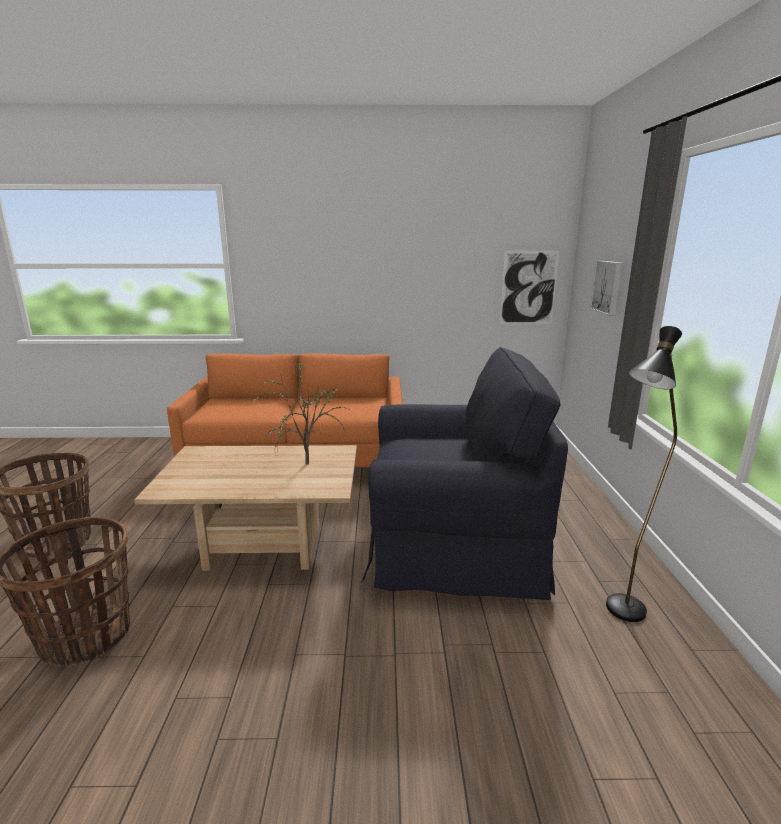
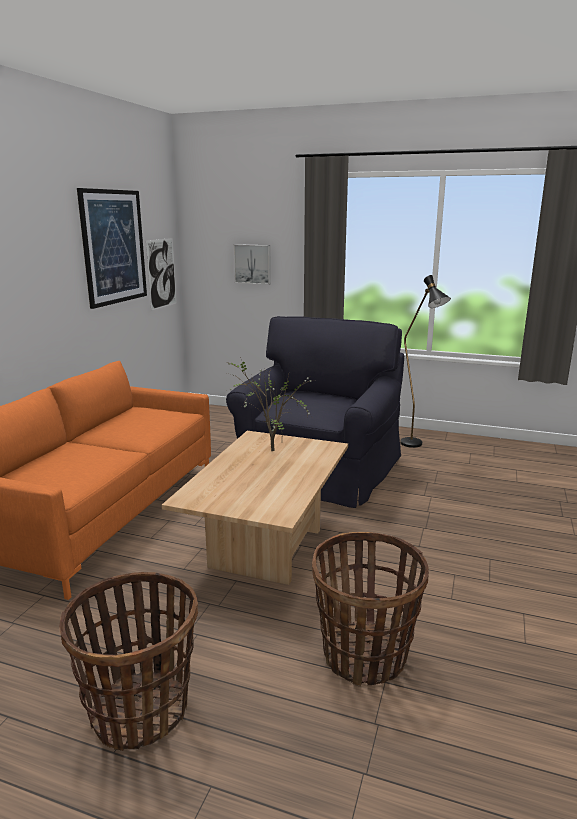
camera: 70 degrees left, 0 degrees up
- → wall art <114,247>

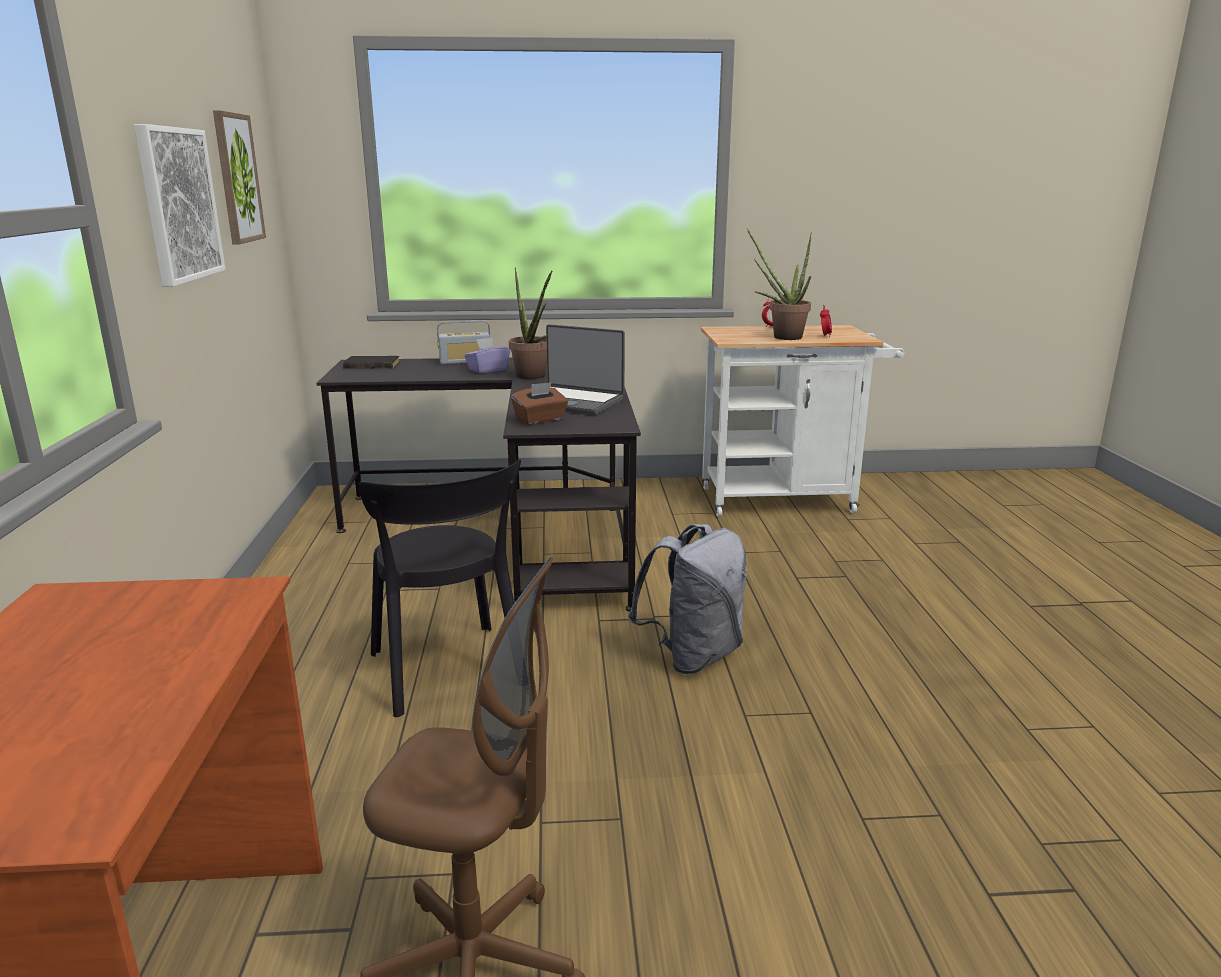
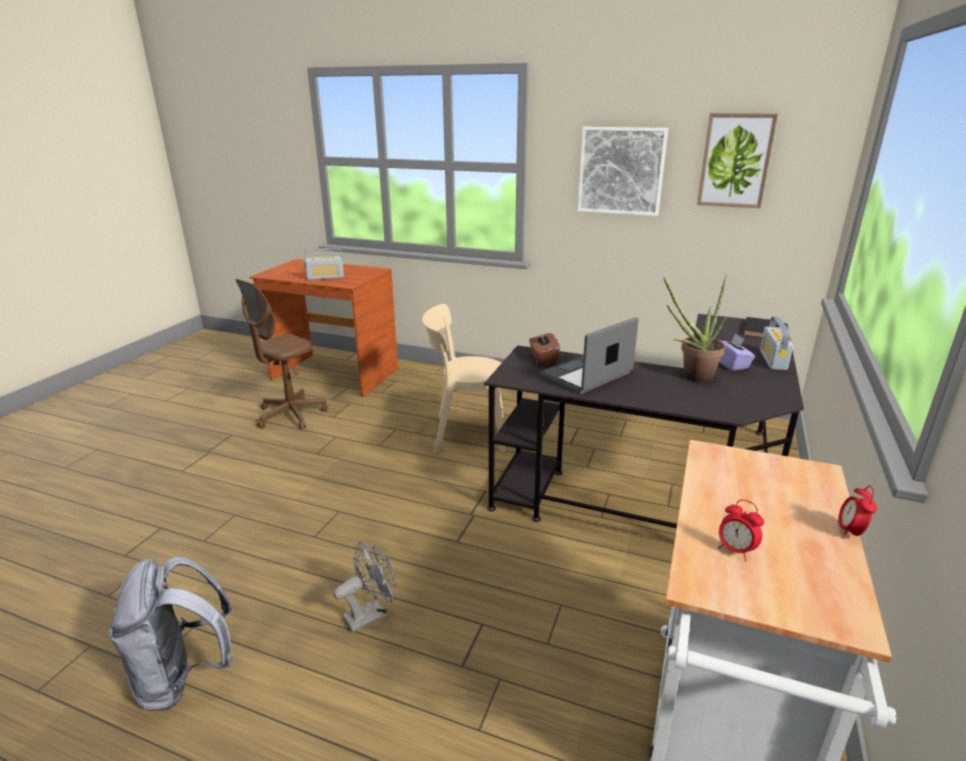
camera: 115 degrees right, 5 degrees up
potted plant <781,337> → -
- → radio set <325,277>
- → cooling fan (greyish) <371,614>
backpack (greyish) <693,656> → backpack (greyish) <185,677>, moved
plain chair (black) <448,673> → plain chair (sand-coloured) <465,433>

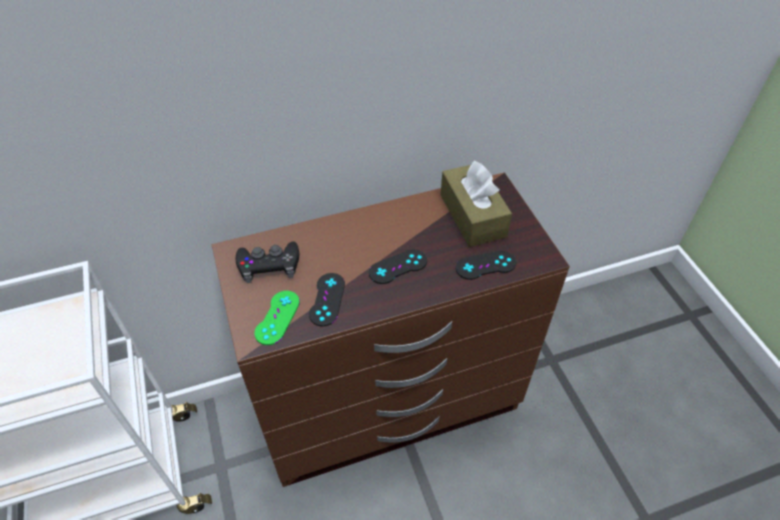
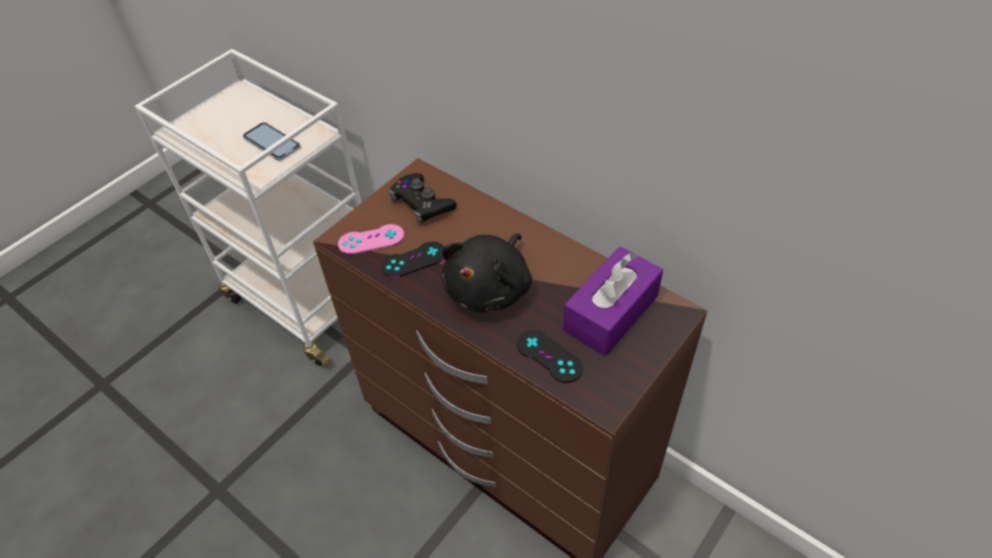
camera: 60 degrees right, 0 degrees up
- → handset <272,142>
gamepad (black) <398,267> → soft toy (black) <490,288>
gamepad (green-coloured) <277,317> → gamepad (pinkish) <371,239>
box of tissues (brown) <472,215> → box of tissues (purplish) <611,313>

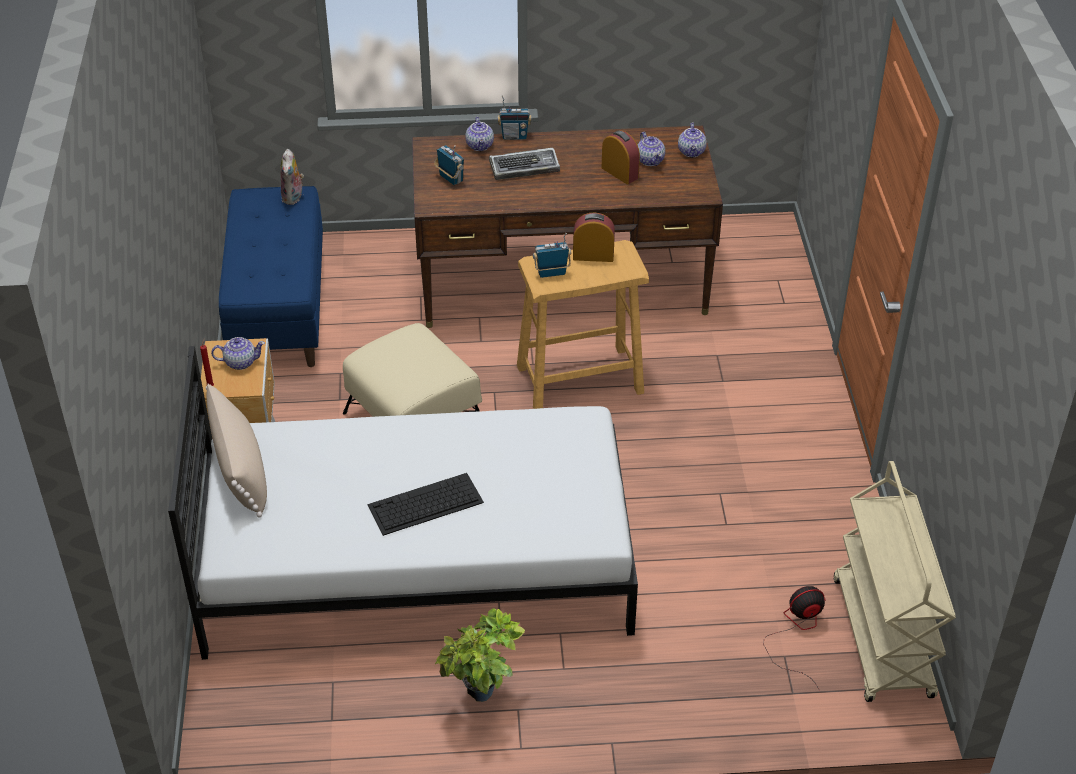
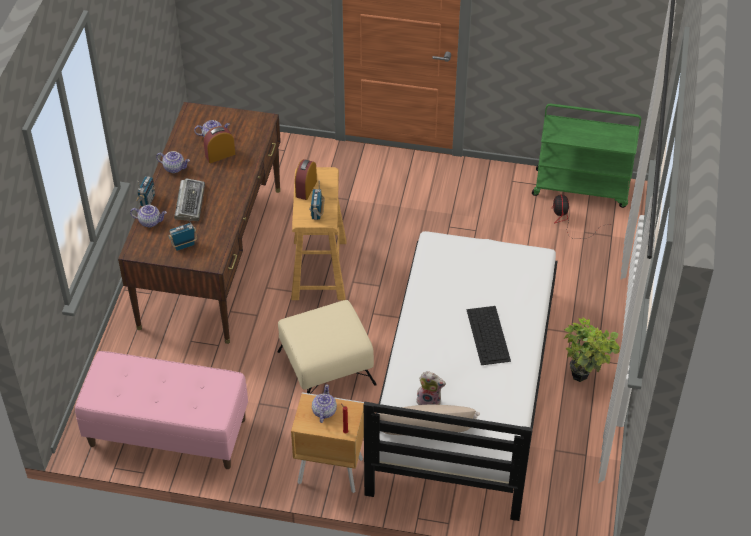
camera: 75 degrees left, 5 degrees up
soft toy <294,197> → soft toy <429,401>, moved
teapot <692,152> → teapot <174,168>, moved
indoor bench (blue-coloured) <278,309> → indoor bench (pinkish) <166,432>
trolley (sand-coloured) <883,639> → trolley (green-coloured) <582,188>

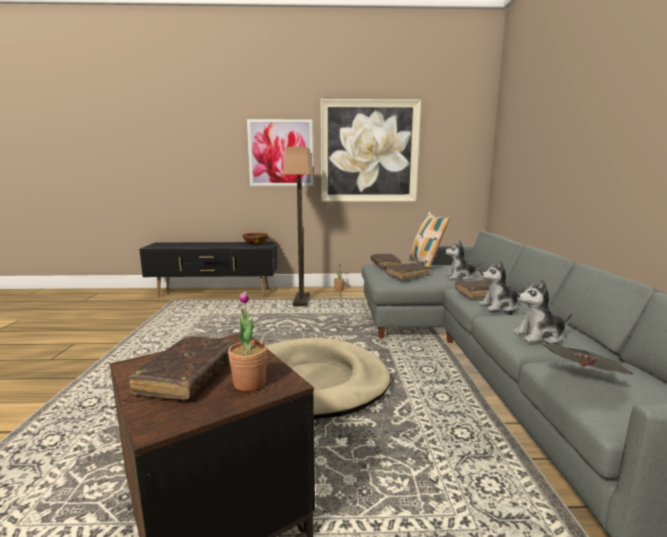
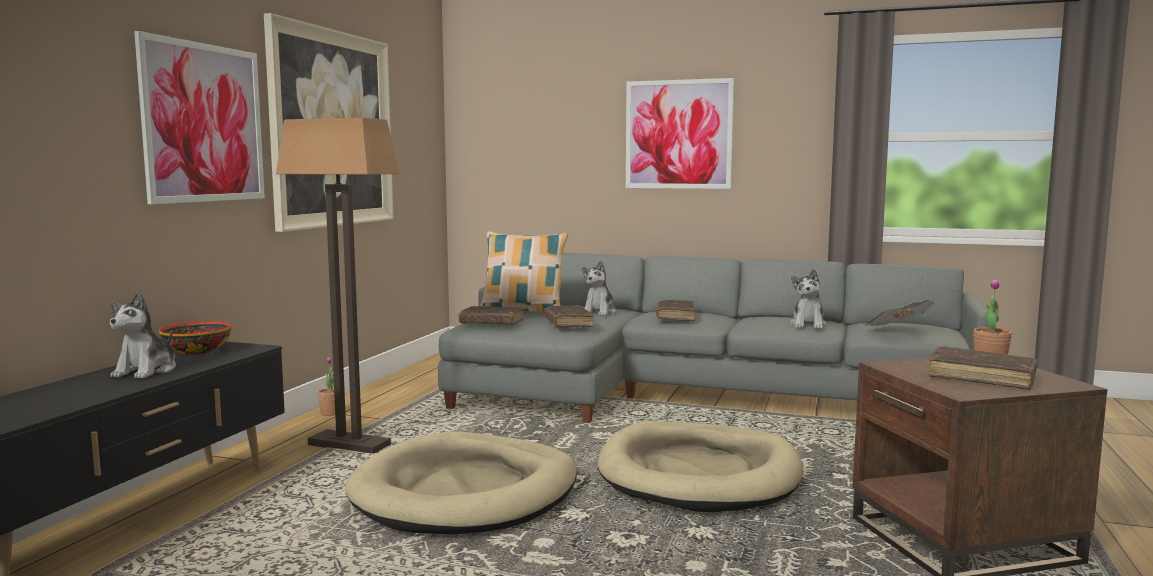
camera: 70 degrees left, 5 degrees down
- → dog bed (sand-coloured) <466,492>
- → wall art <678,134>
soft toy <499,306> → soft toy <147,371>, moved

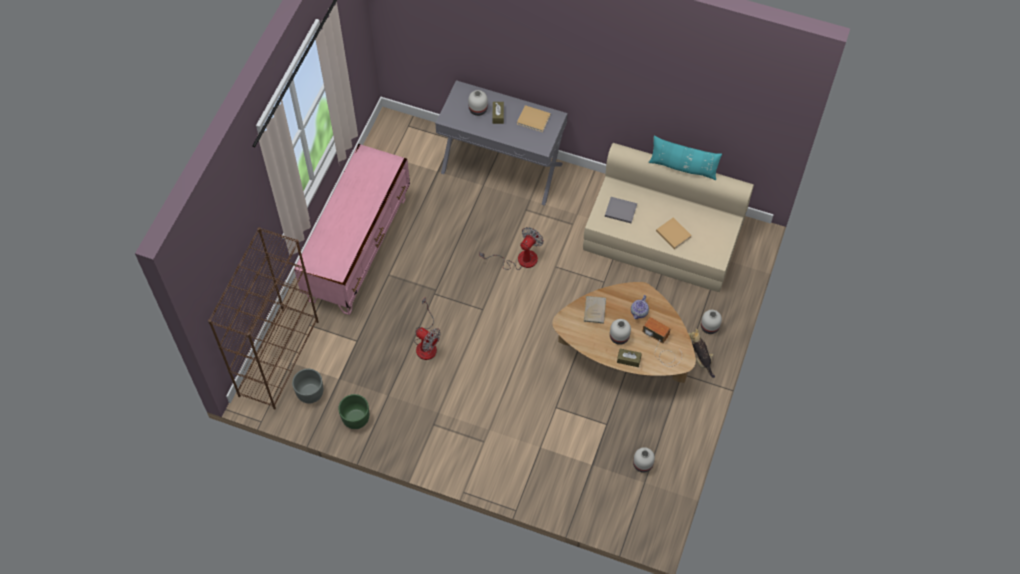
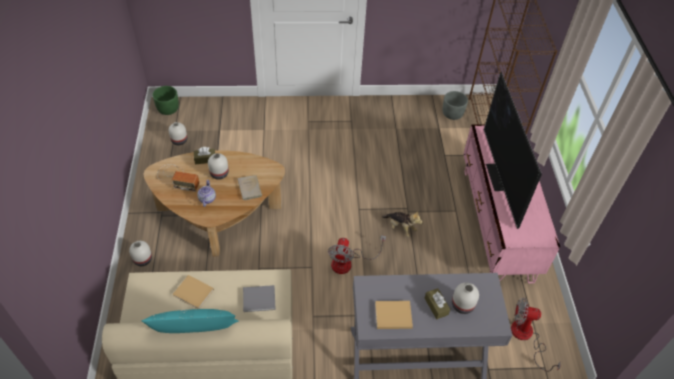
camera: 155 degrees right, 10 degrees down
- → television <500,177>
plant pot (green-coloured) <356,418> → plant pot (green-coloured) <168,109>, moved
cooling fan <426,343> → cooling fan <526,337>, moved
soft toy <700,359> → soft toy <400,228>, moved

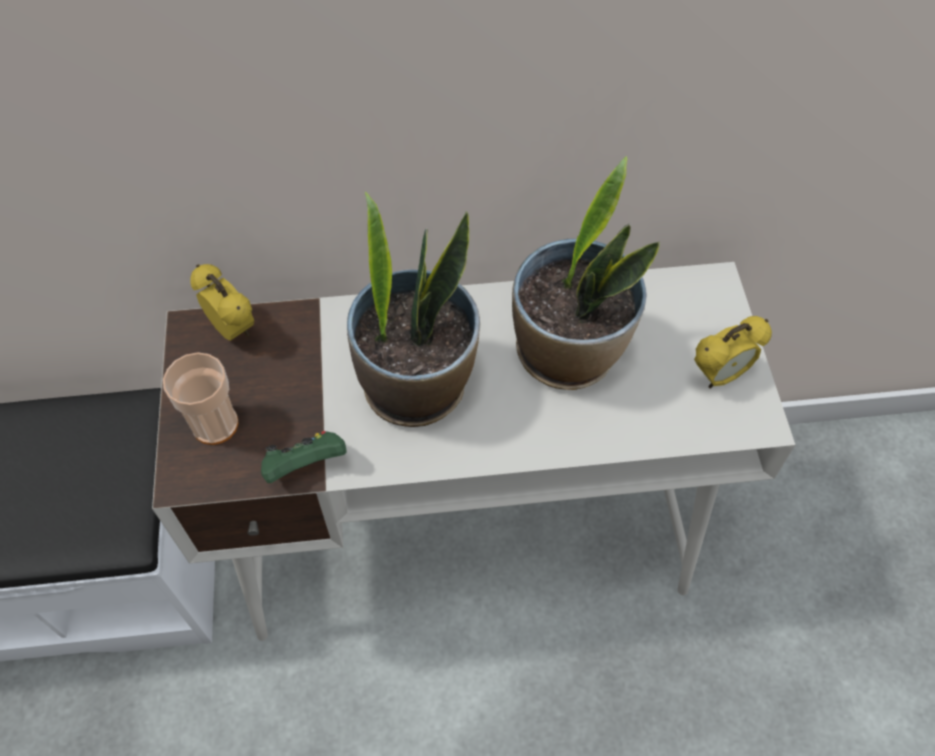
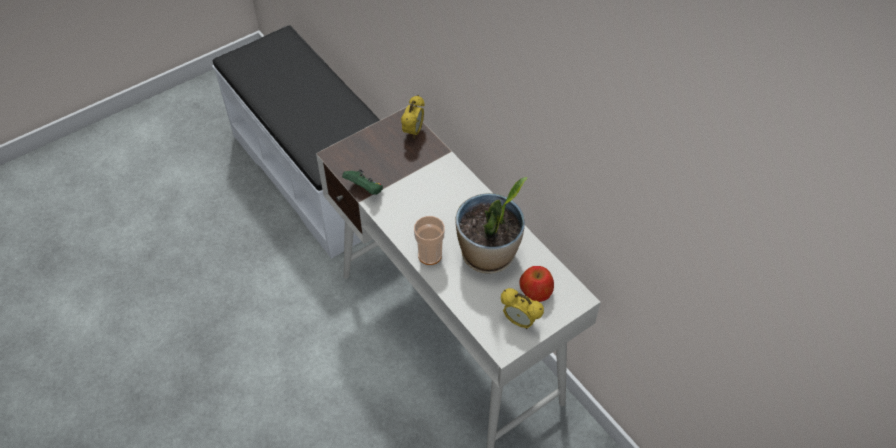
camera: 60 degrees right, 5 degrees down
potted plant <416,385> → -
- → apple <536,291>
drinking cup <215,424> → drinking cup <430,255>, moved

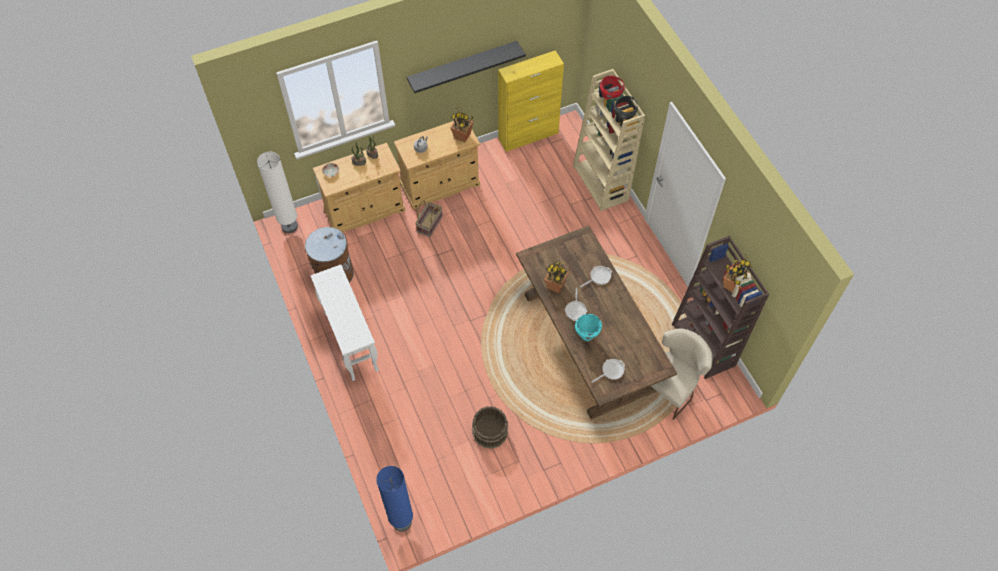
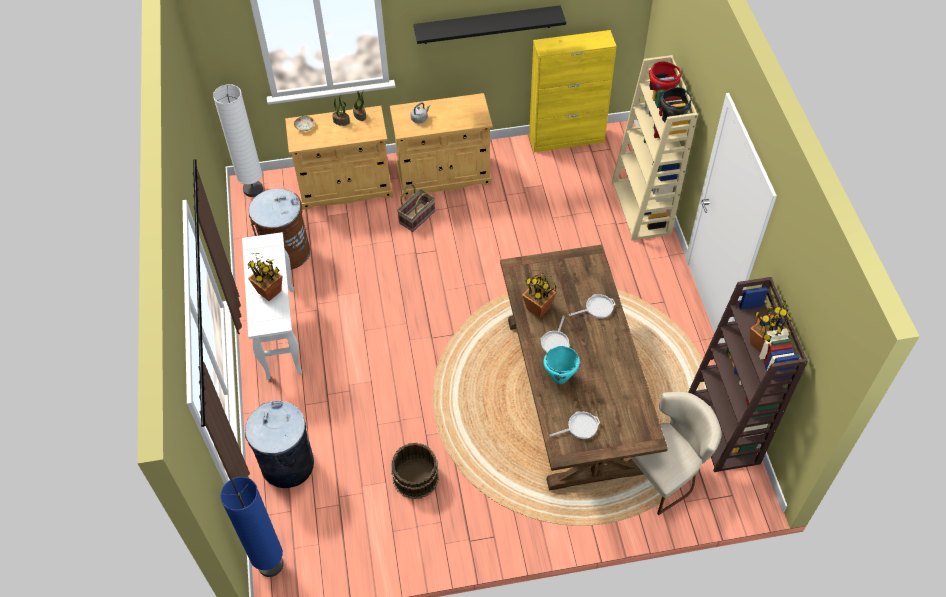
camera: 15 degrees right, 5 degrees down
- → trash can (greyish) <287,464>
potted plant <462,136> → potted plant <269,291>, moved

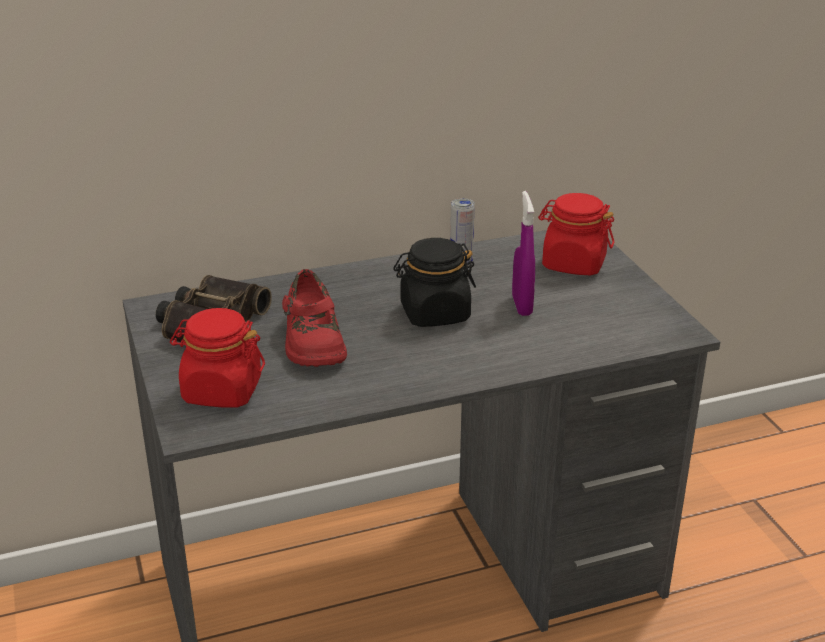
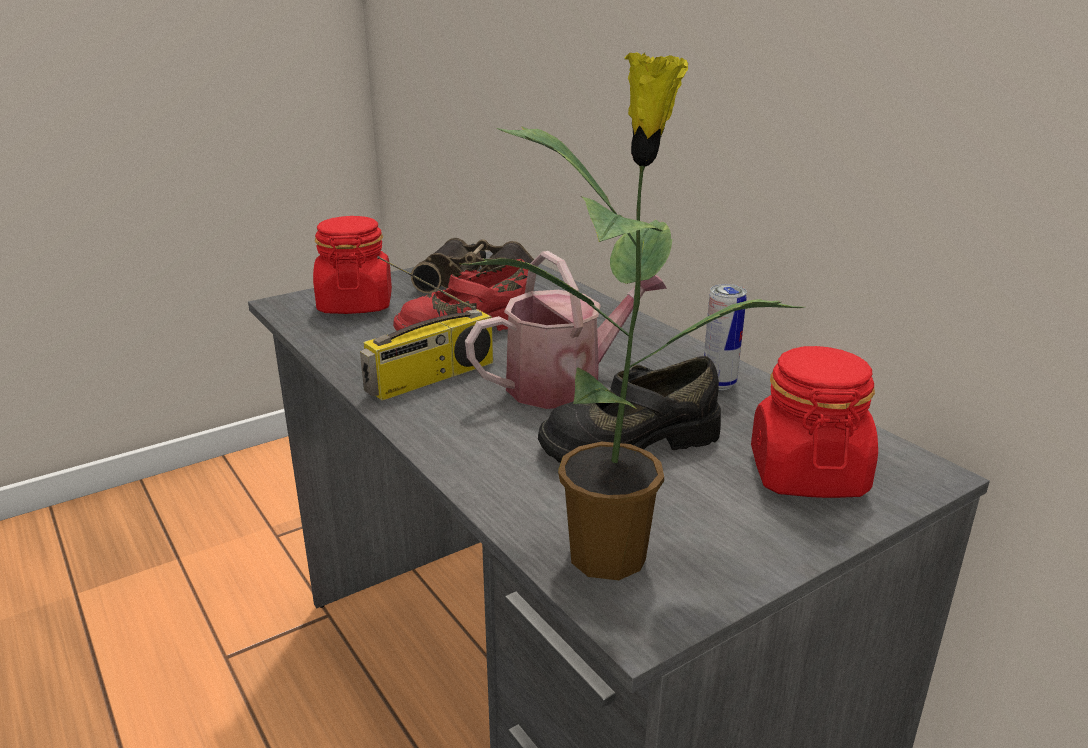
camera: 75 degrees right, 5 degrees down
- → radio set <431,378>
- → potted plant <612,553>
preserve jar (black) <434,313> → sprinkling can <566,383>
spray bottle (purplish) <522,306> → low shoe (black) <628,441>

